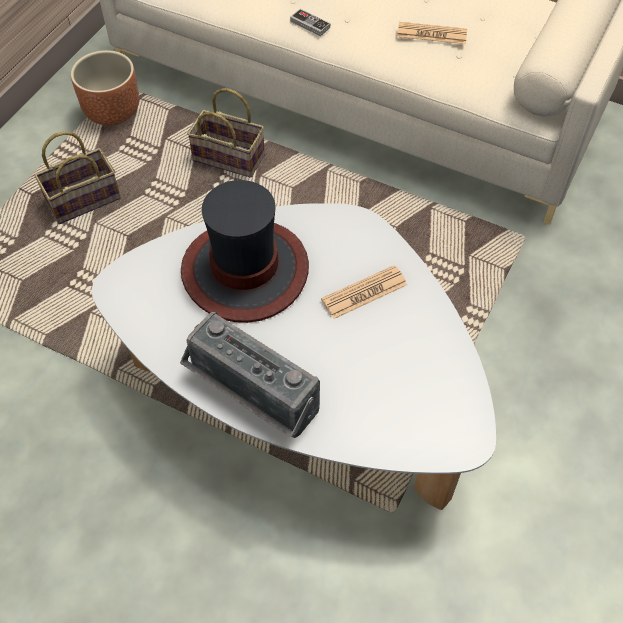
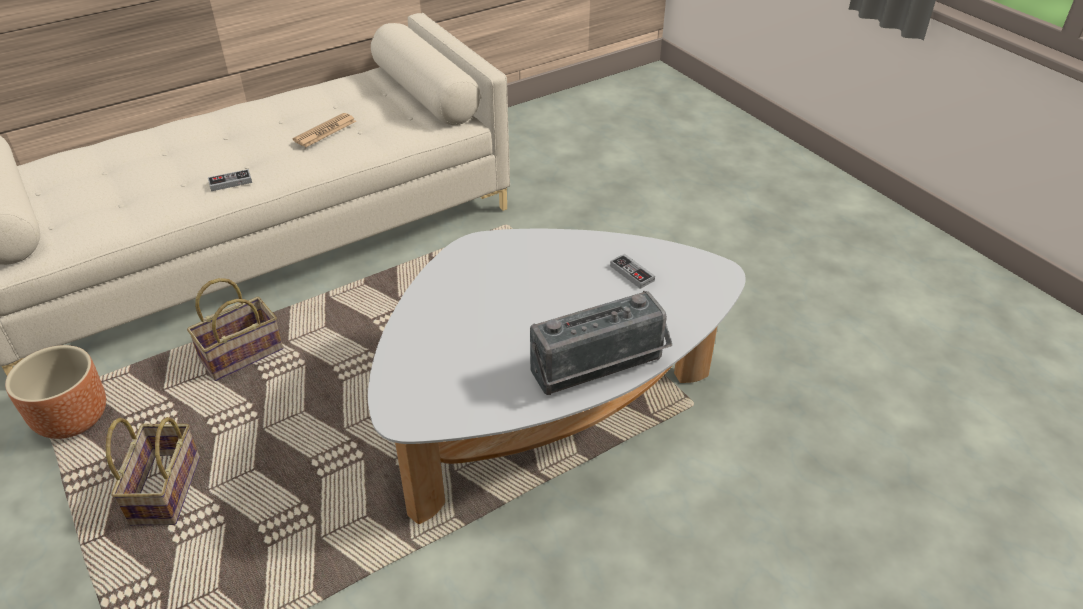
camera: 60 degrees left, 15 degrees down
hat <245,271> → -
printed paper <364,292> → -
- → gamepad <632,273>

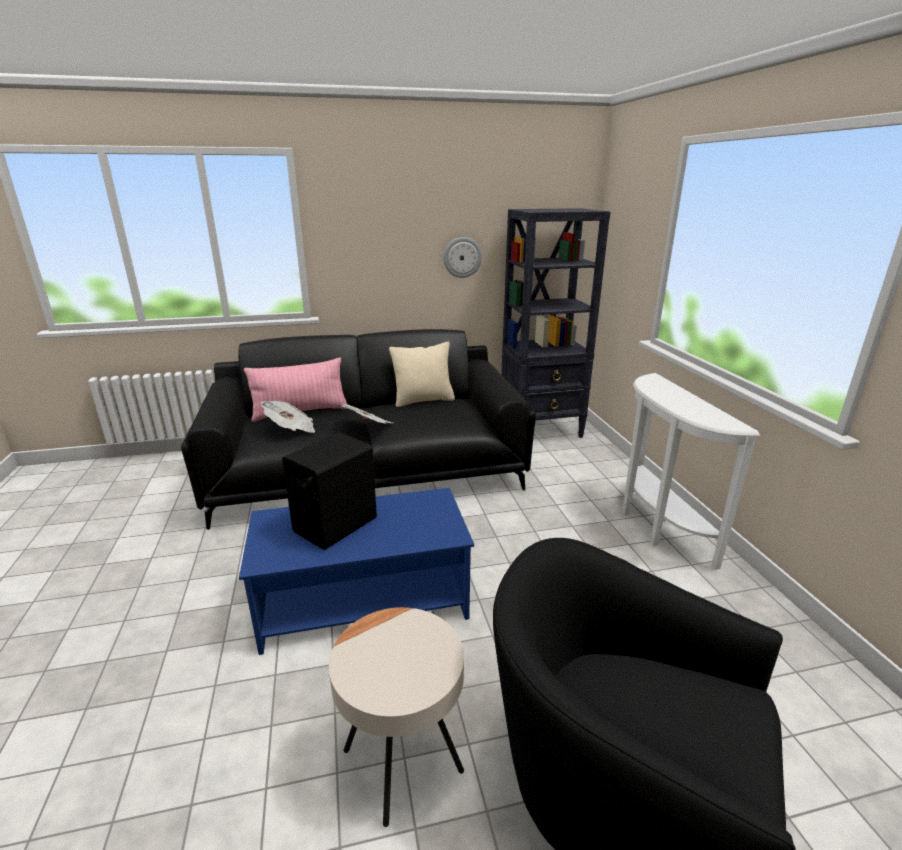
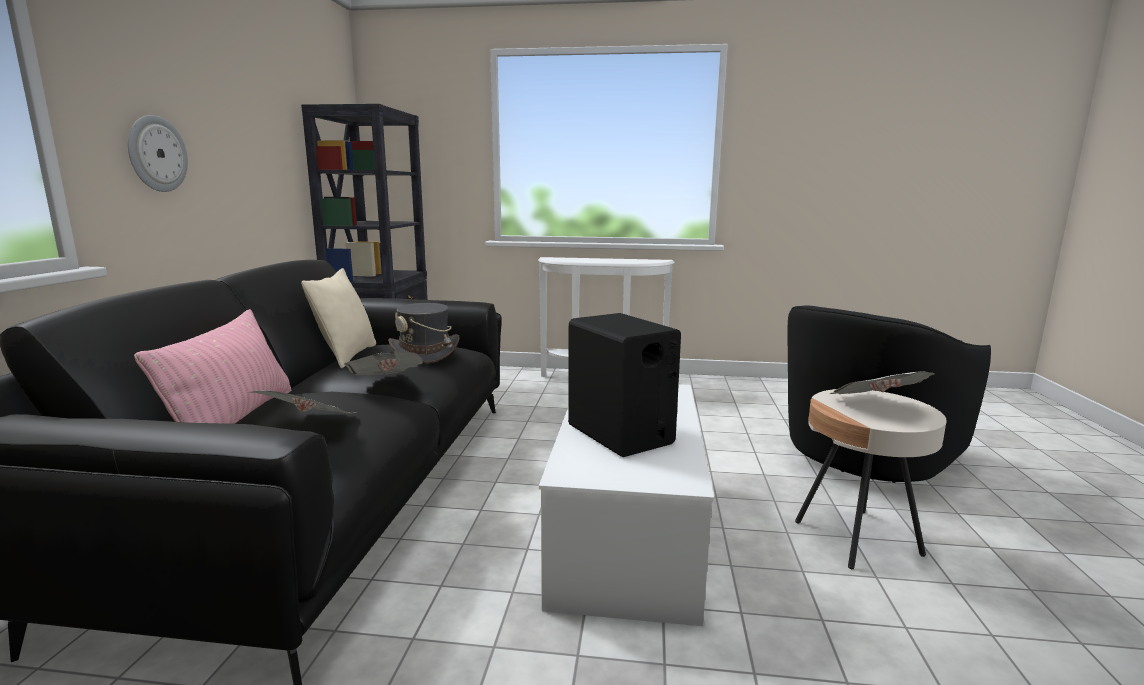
camera: 70 degrees left, 10 degrees down
- → hat (greyish) <425,353>
- → printed paper <876,406>
wall clock <462,257> → wall clock <156,154>, moved
low table (blue-coloured) <365,599> → low table (whitish) <626,530>

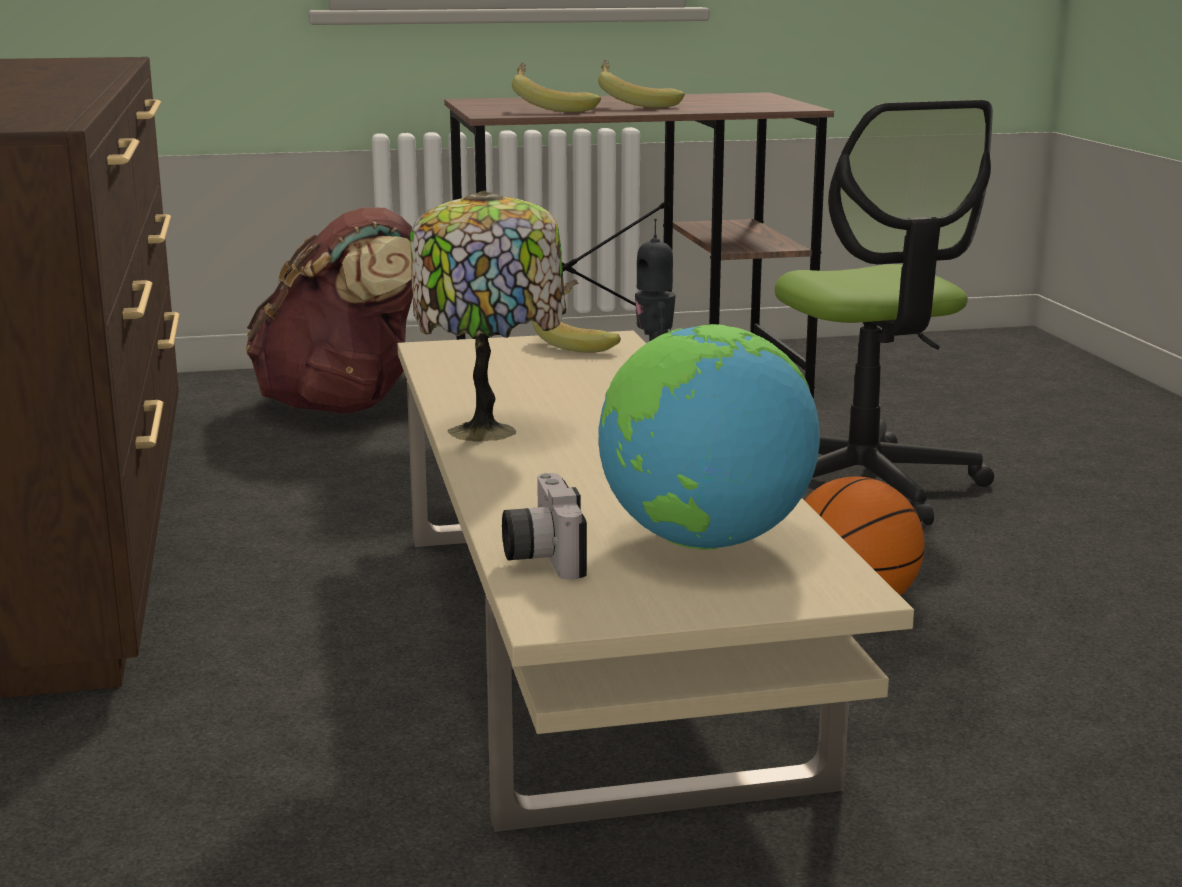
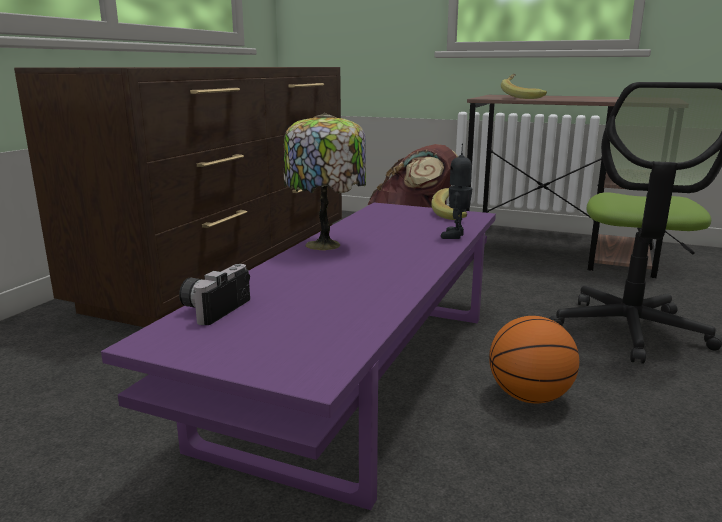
camera: 35 degrees right, 0 degrees up
banana <636,105> → -
world globe <703,541> → -
low table (sand-coloured) <592,644> → low table (purplish) <360,373>

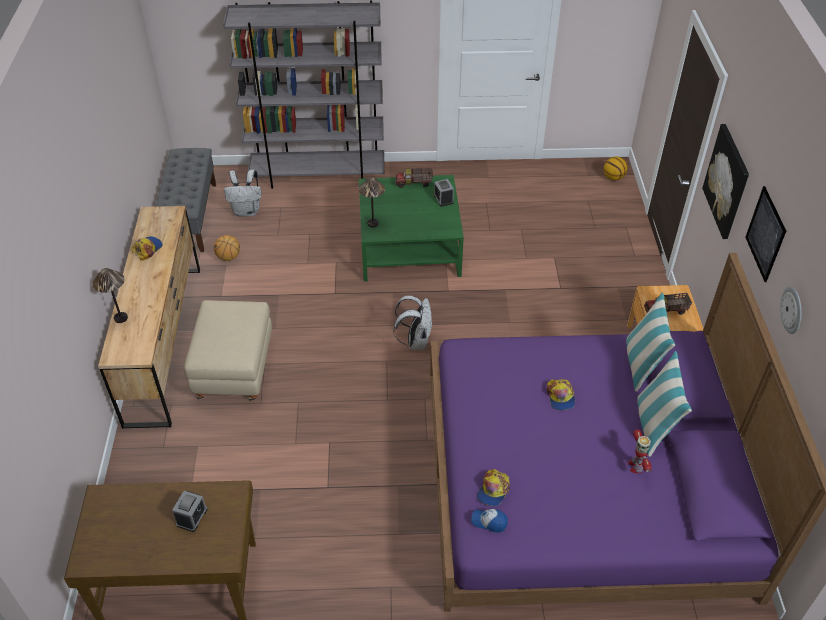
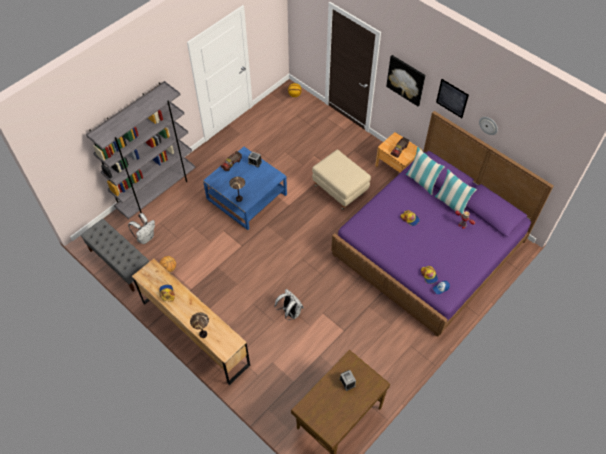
camera: 45 degrees left, 10 degrees up
ottoman (sand-coloured) <235,371> → ottoman (sand-coloured) <340,189>, moved
backpack (whitish) <415,341> → backpack (whitish) <290,312>, moved
low table (green-coloured) <409,246> → low table (blue-coloured) <246,196>

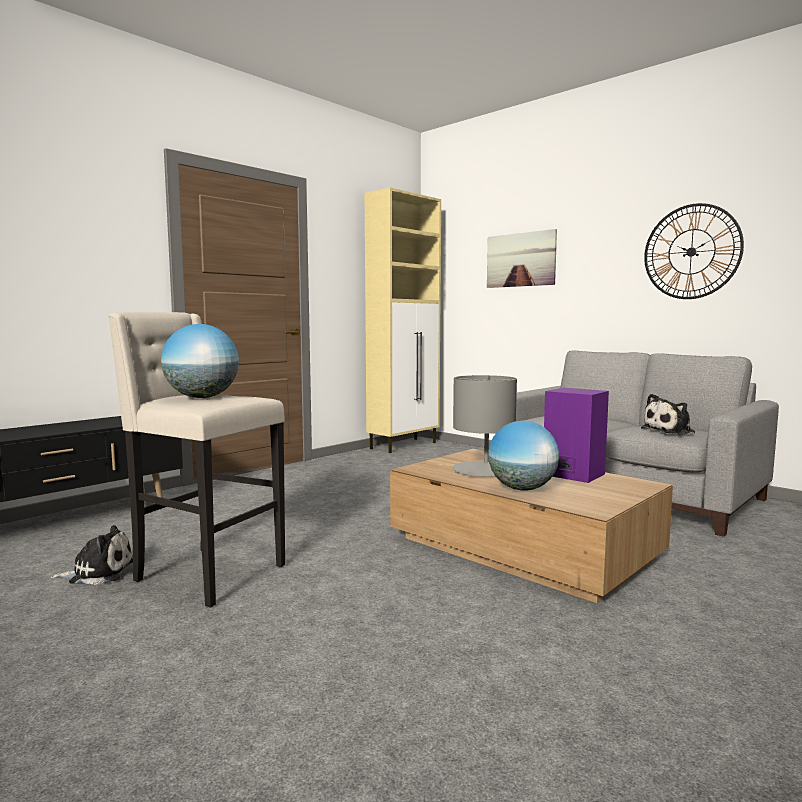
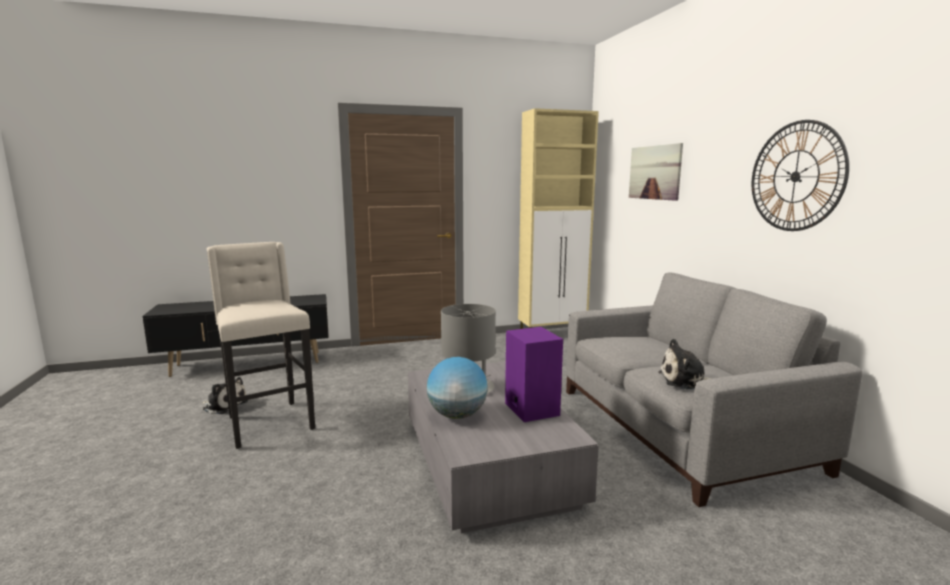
camera: 30 degrees right, 5 degrees up
world globe <202,397> → -
low table (brown) <523,548> → low table (greyish) <488,462>

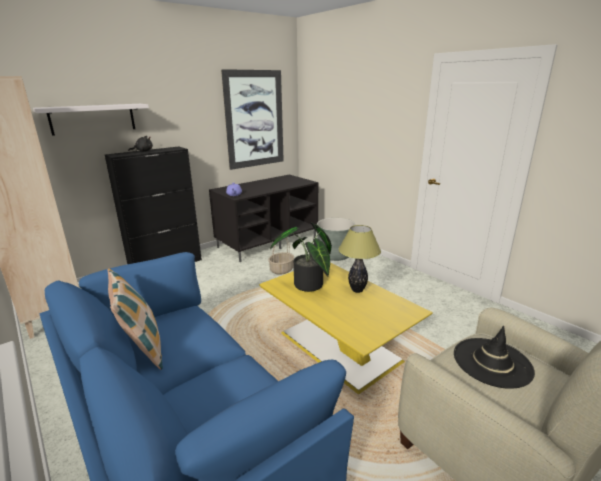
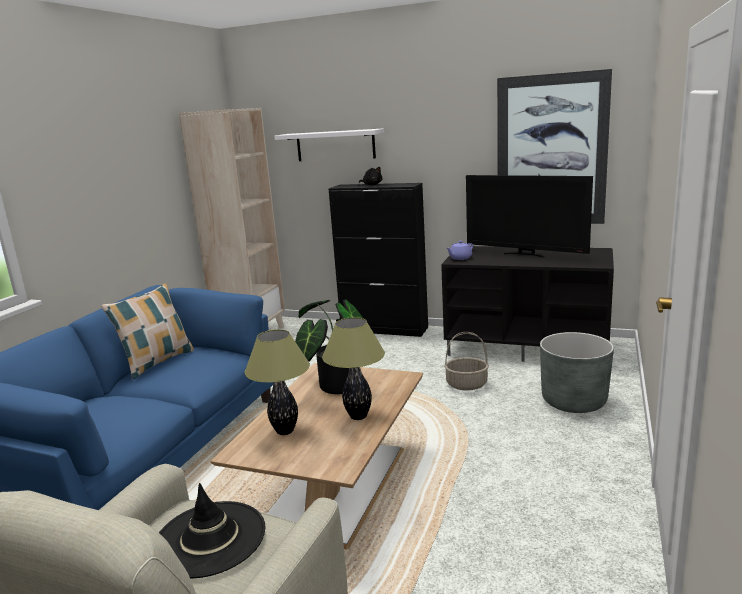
camera: 60 degrees right, 5 degrees down
- → lamp for a table <284,431>
- → television <525,254>
low table (yellow-coloured) <337,345> → low table (brown) <336,484>

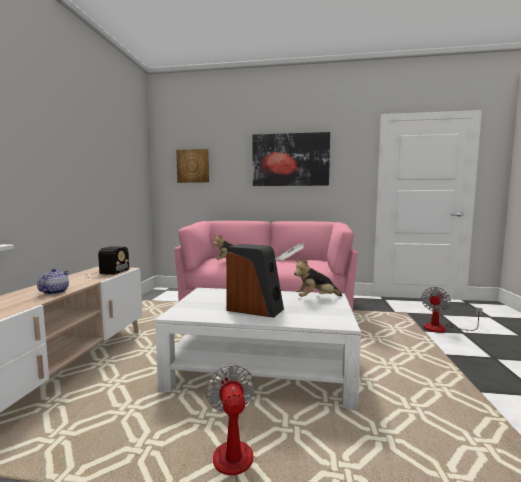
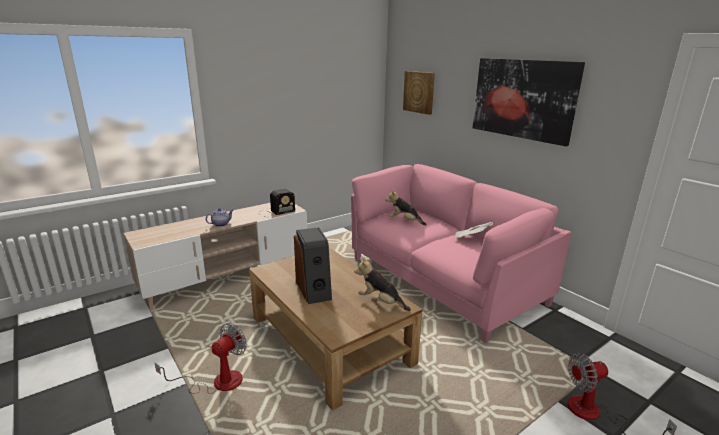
camera: 45 degrees right, 15 degrees up
low table (whitish) <262,369> → low table (brown) <330,340>

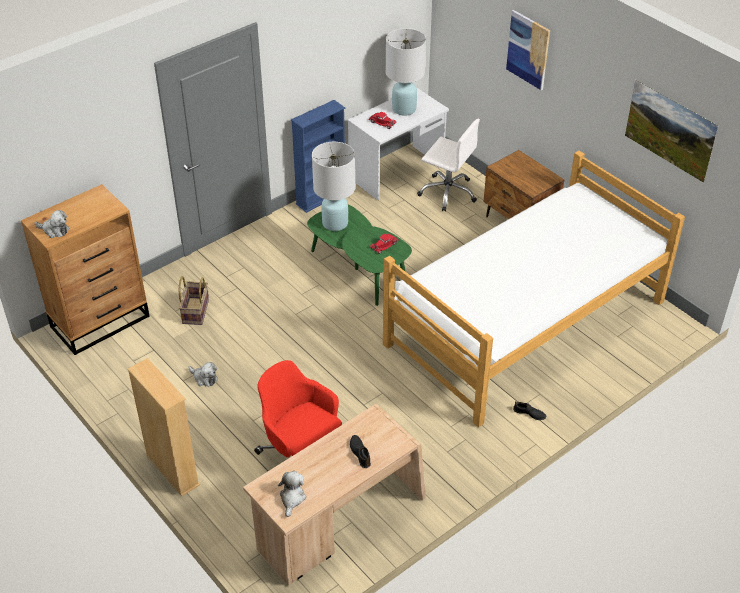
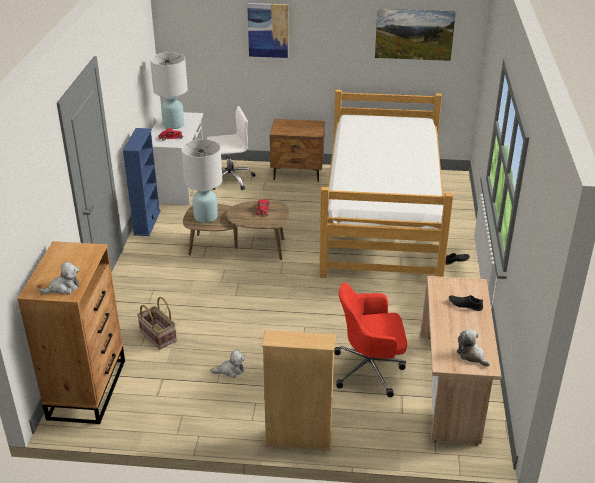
camera: 45 degrees left, 10 degrees down
low table (green-coloured) <359,269> → low table (brown) <238,247>

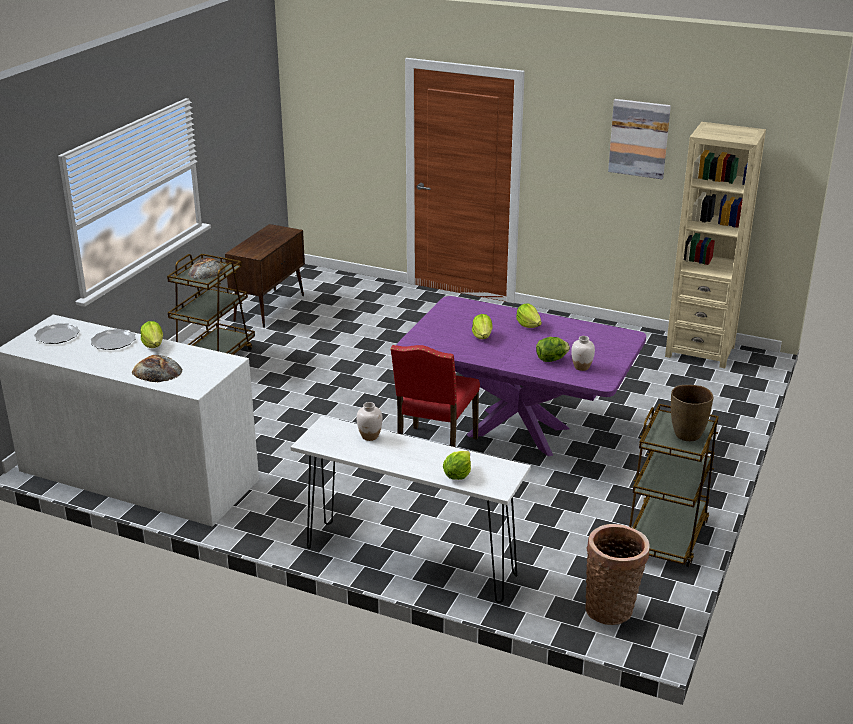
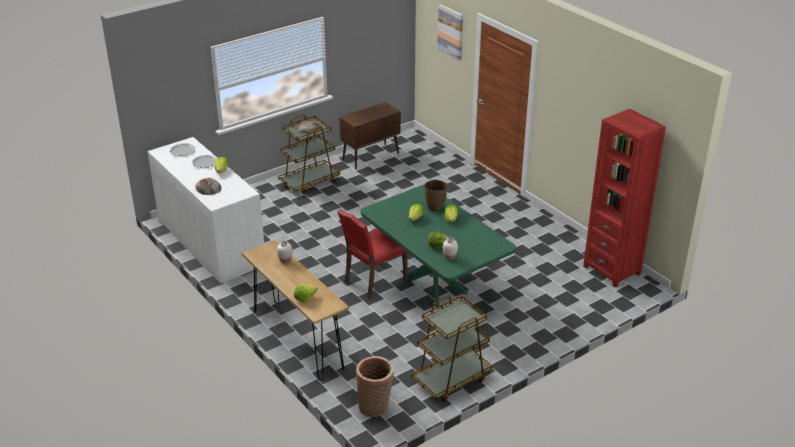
camera: 30 degrees right, 5 degrees up
wall art <639,138> → wall art <451,31>, moved
decorative vase (brown) <687,435> → decorative vase (brown) <435,207>, moved
narrow table (whitish) <410,561> → narrow table (brown) <297,340>
kitchen table (purplish) <518,431> → kitchen table (green-coloured) <434,285>
bookshelf (sand-coloured) <700,351> → bookshelf (red-coloured) <612,270>

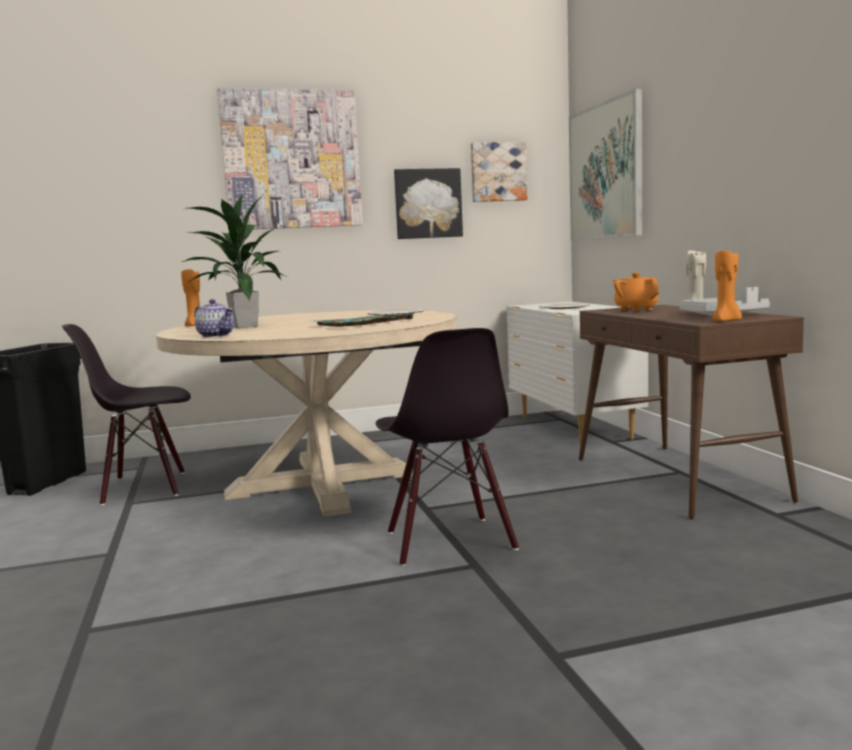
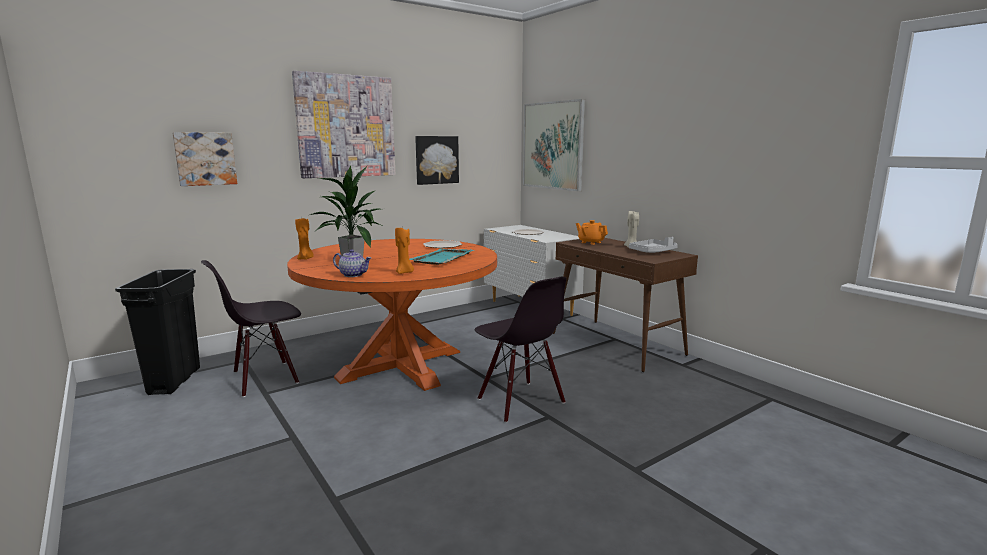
camera: 20 degrees left, 5 degrees up
wall art <498,172> → wall art <205,159>, moved
wax light (orange) <726,321> → wax light (orange) <404,272>, moved
kitchen table (sand-coloured) <322,484> → kitchen table (orange) <400,364>

